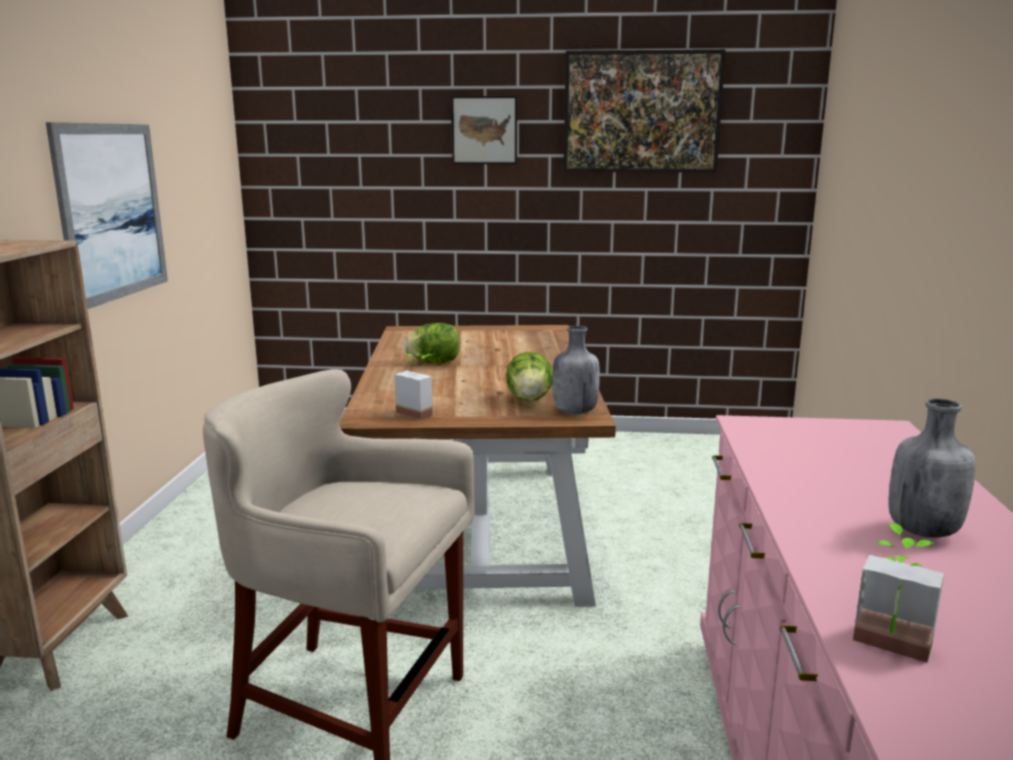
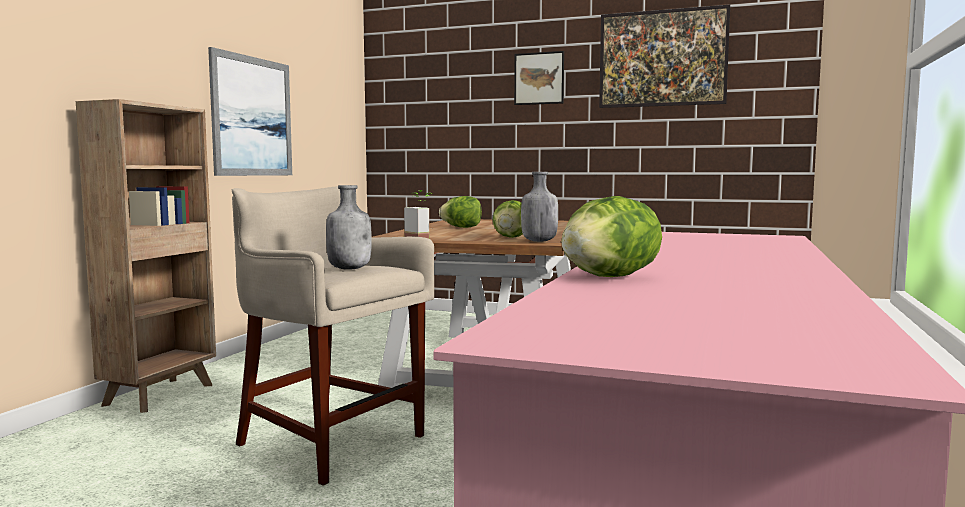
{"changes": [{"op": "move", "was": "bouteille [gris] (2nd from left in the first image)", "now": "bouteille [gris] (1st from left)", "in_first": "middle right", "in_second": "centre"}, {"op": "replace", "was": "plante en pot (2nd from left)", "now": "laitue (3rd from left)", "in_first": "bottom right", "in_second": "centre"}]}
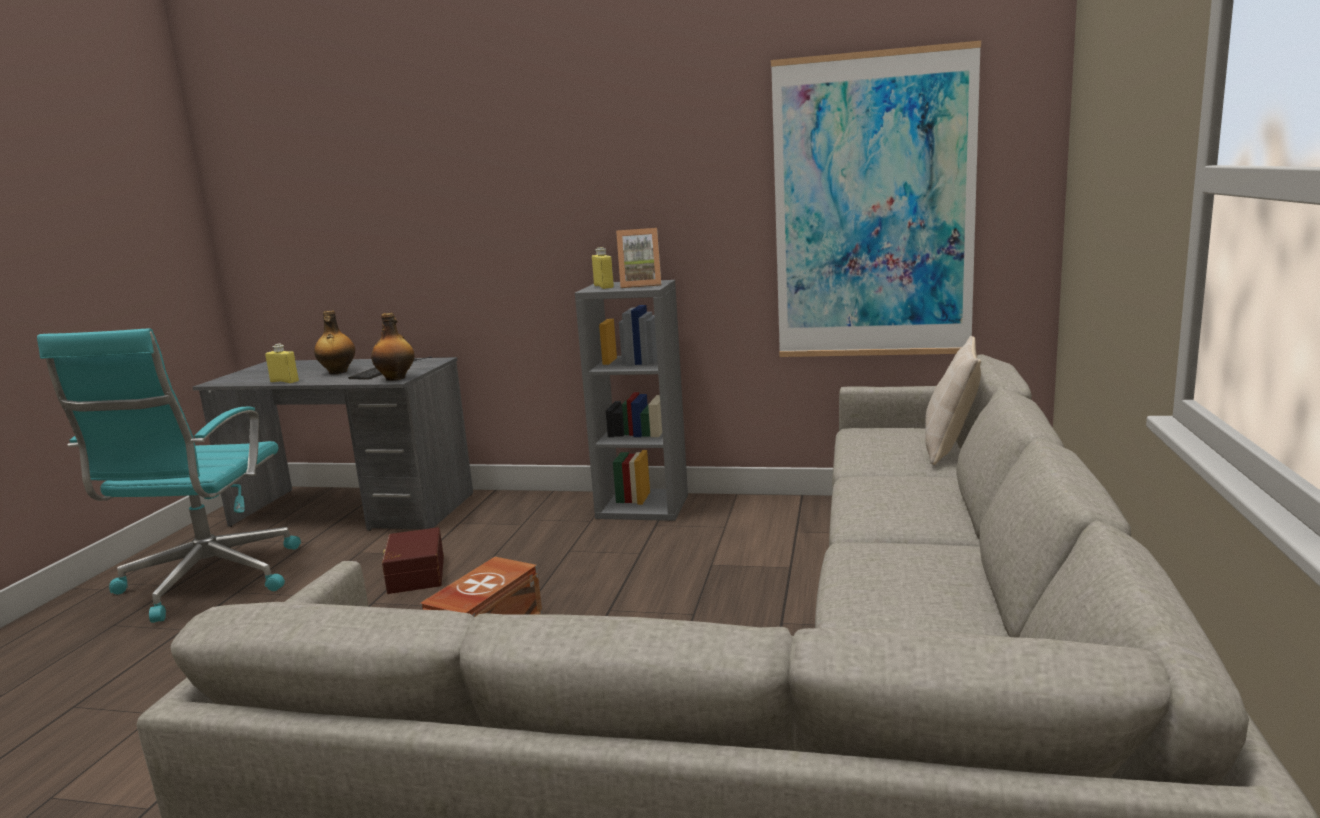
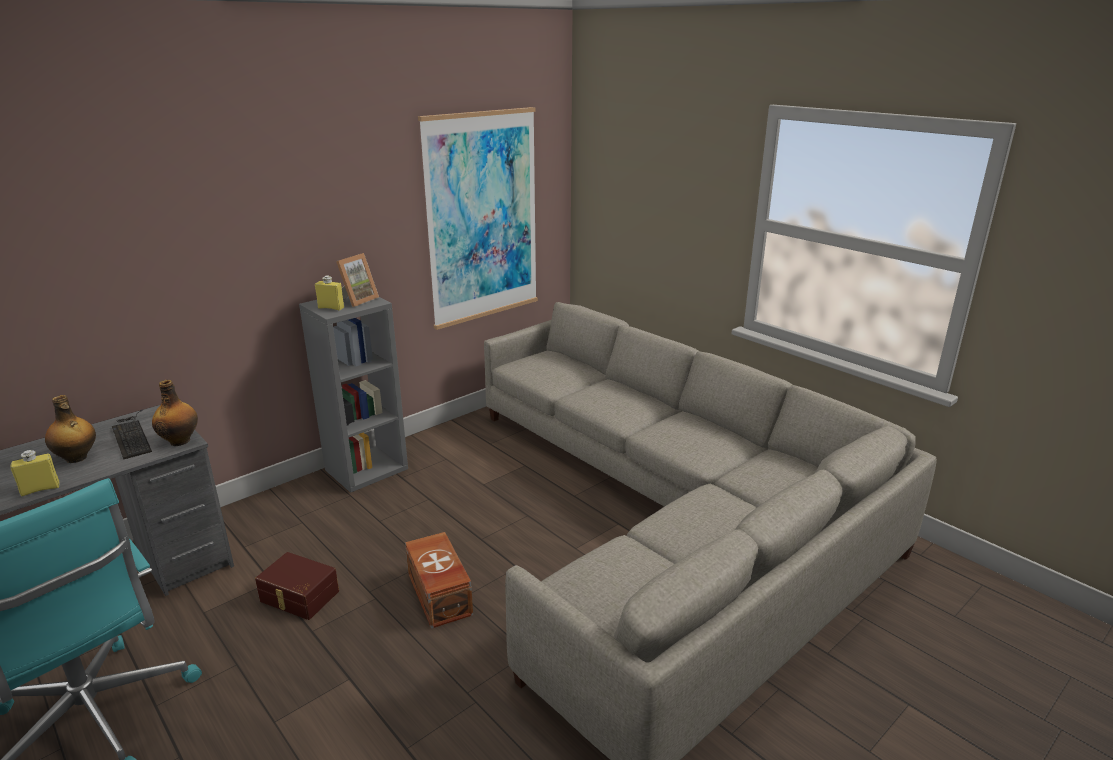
{"changes": [{"op": "delete", "was": "coussin [beige]", "in_first": "middle right"}]}
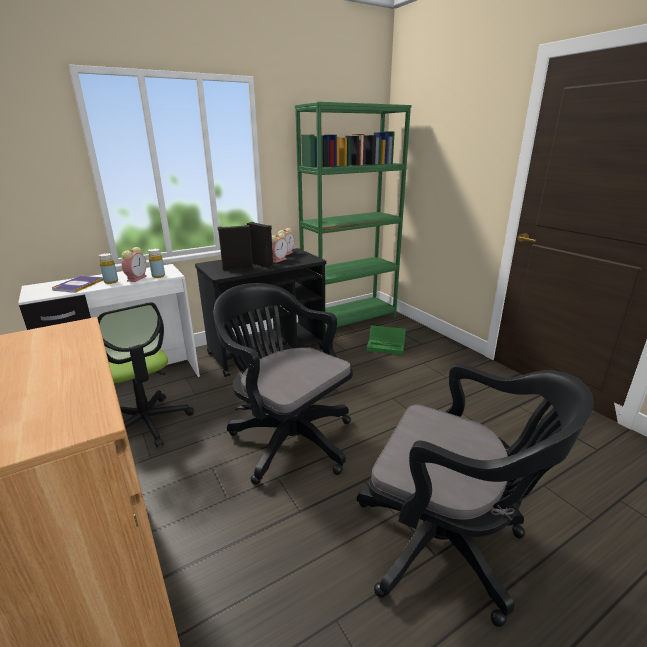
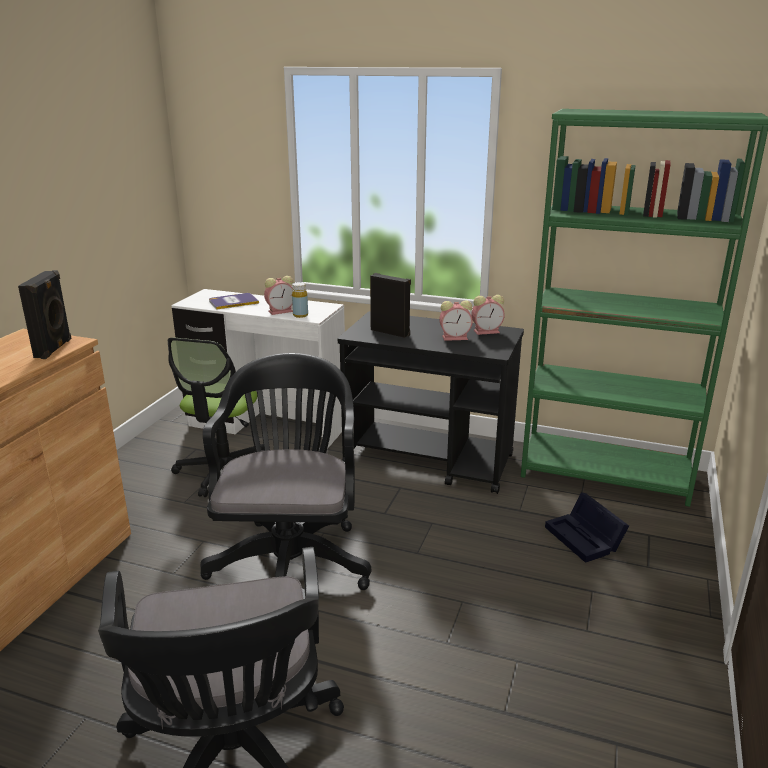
{"changes": [{"op": "move", "was": "enceinte [noir] (2nd from left in the first image)", "now": "enceinte [noir] (1st from left)", "in_first": "centre", "in_second": "middle left"}, {"op": "delete", "was": "bouteille [jaune] (1st from left)", "in_first": "middle left"}, {"op": "recolor", "was": "boîte de rangement [vert]", "now": "boîte de rangement [noir]", "in_first": "centre", "in_second": "bottom right"}]}
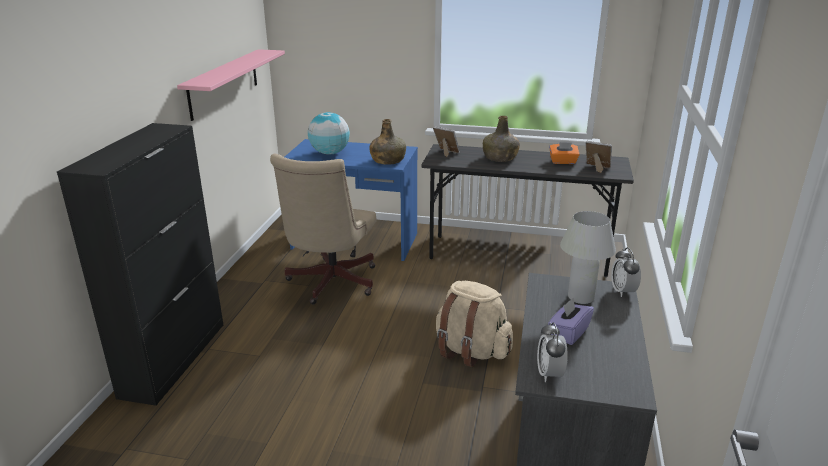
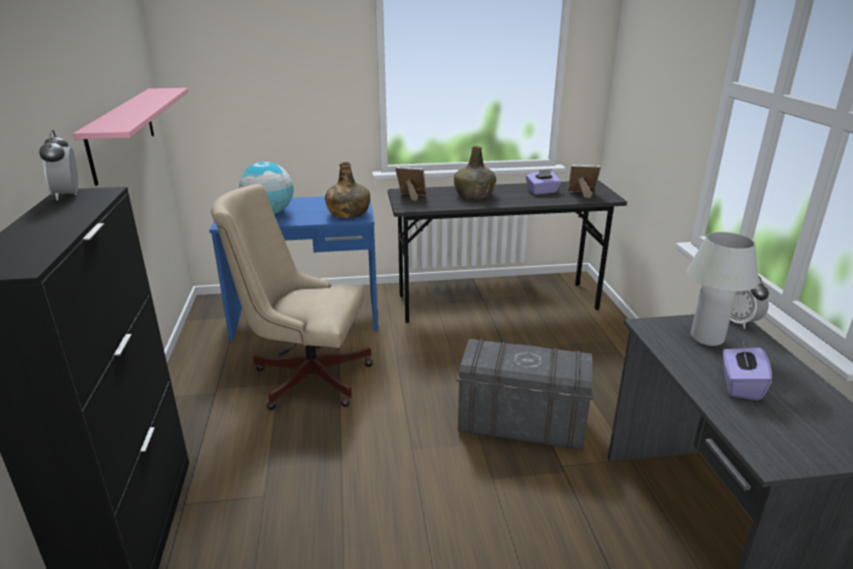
{"changes": [{"op": "recolor", "was": "boîte à mouchoirs [orange]", "now": "boîte à mouchoirs [violet] (1st from left)", "in_first": "top right", "in_second": "top centre"}, {"op": "rotate", "was": "chaise de bureau [beige]", "in_first": "centre", "in_second": "centre", "clockwise": 105}, {"op": "replace", "was": "sac à dos [beige]", "now": "boîte de rangement [gris]", "in_first": "bottom centre", "in_second": "bottom centre"}, {"op": "move", "was": "réveil (1st from left)", "in_first": "bottom right", "in_second": "top left"}]}
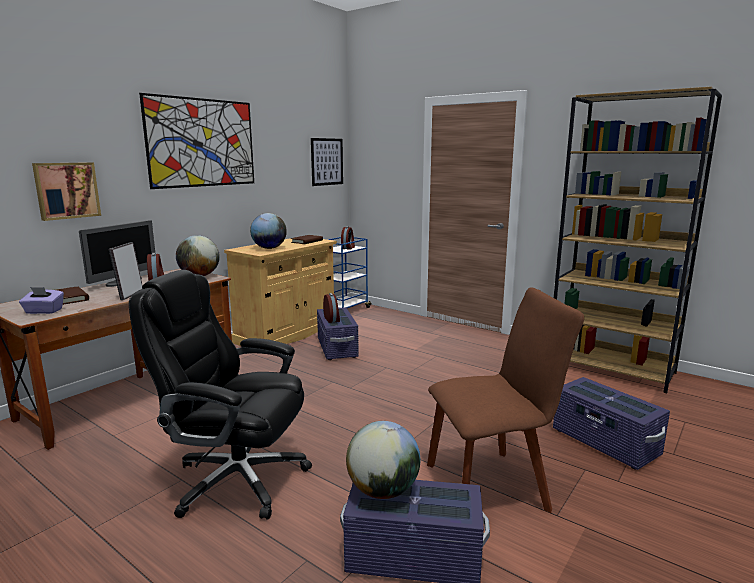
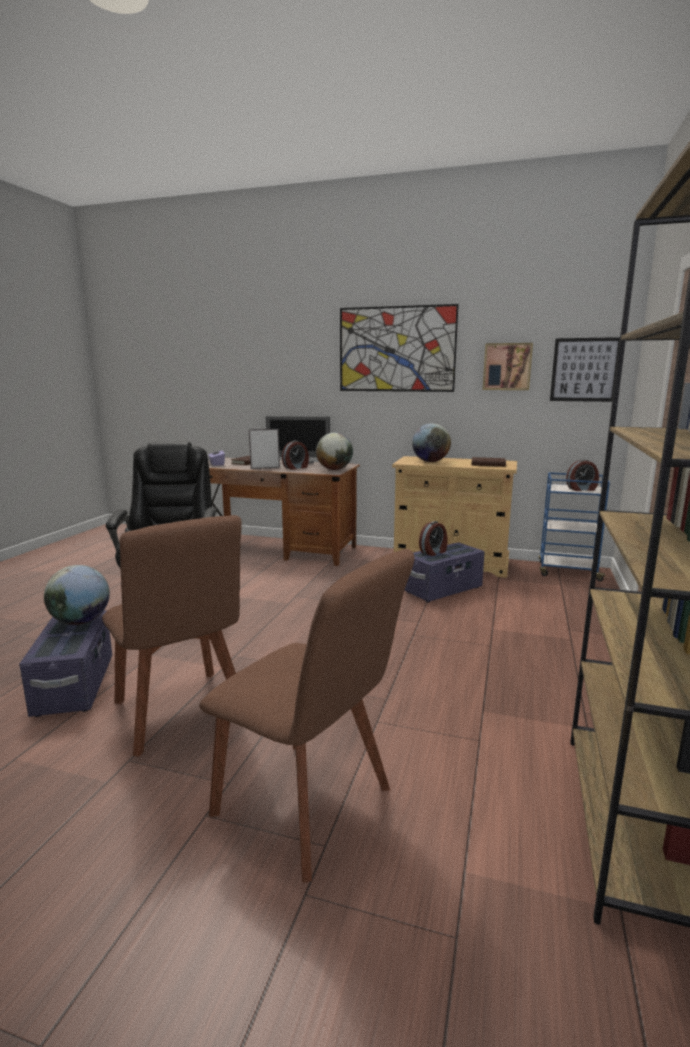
{"changes": [{"op": "move", "was": "tableau (1st from left in the first image)", "now": "tableau (2nd from left)", "in_first": "top left", "in_second": "middle right"}, {"op": "replace", "was": "boîte de rangement [violet] (3rd from left)", "now": "chaise [marron] (2nd from left)", "in_first": "bottom right", "in_second": "bottom centre"}]}
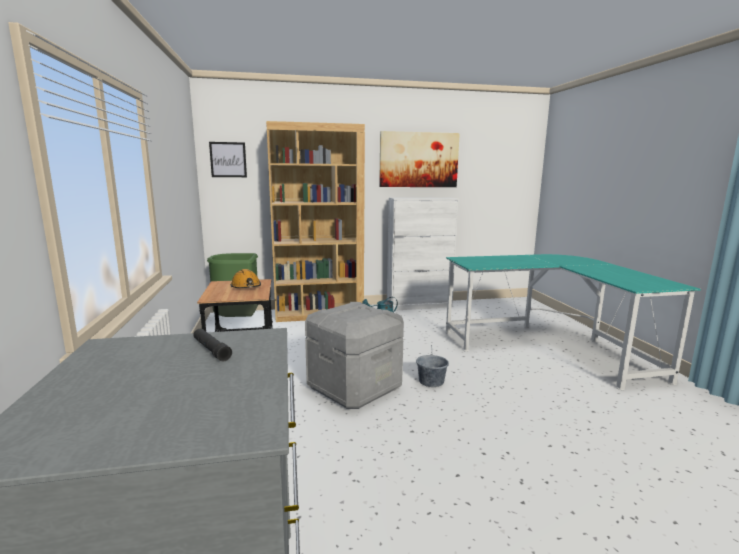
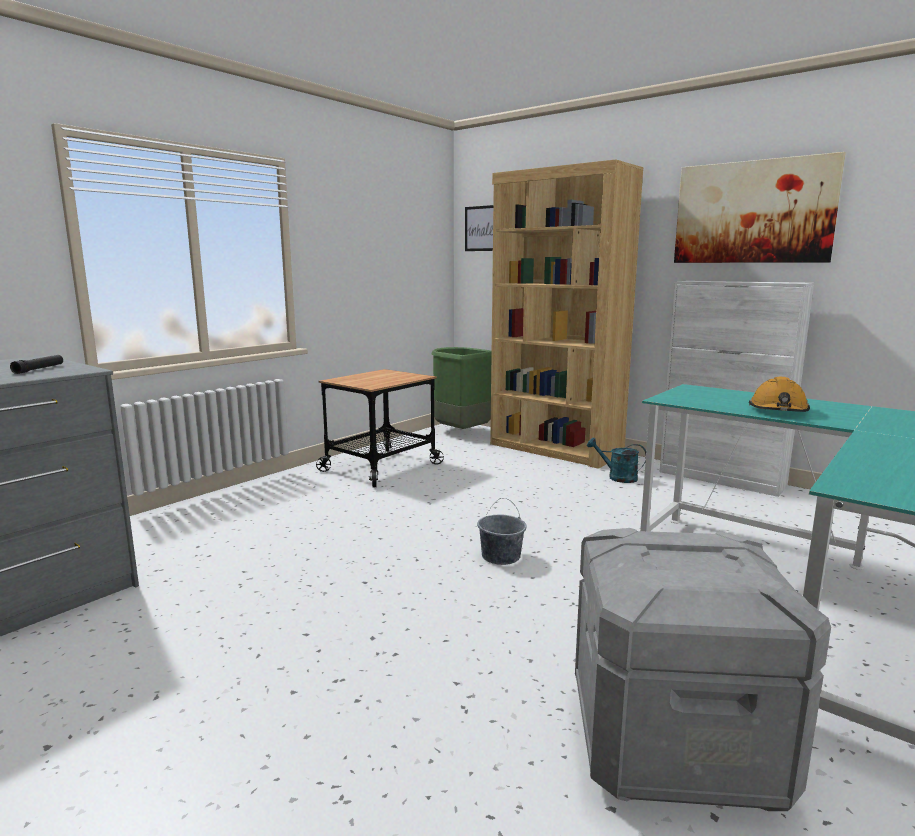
{"changes": [{"op": "move", "was": "casque de chantier [orange]", "in_first": "middle left", "in_second": "middle right"}, {"op": "move", "was": "boîte de rangement [gris]", "in_first": "centre", "in_second": "bottom right"}]}
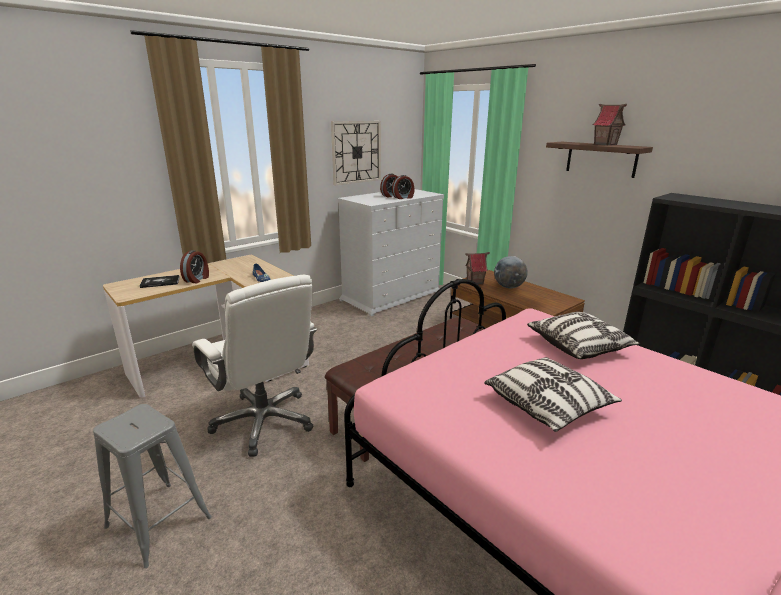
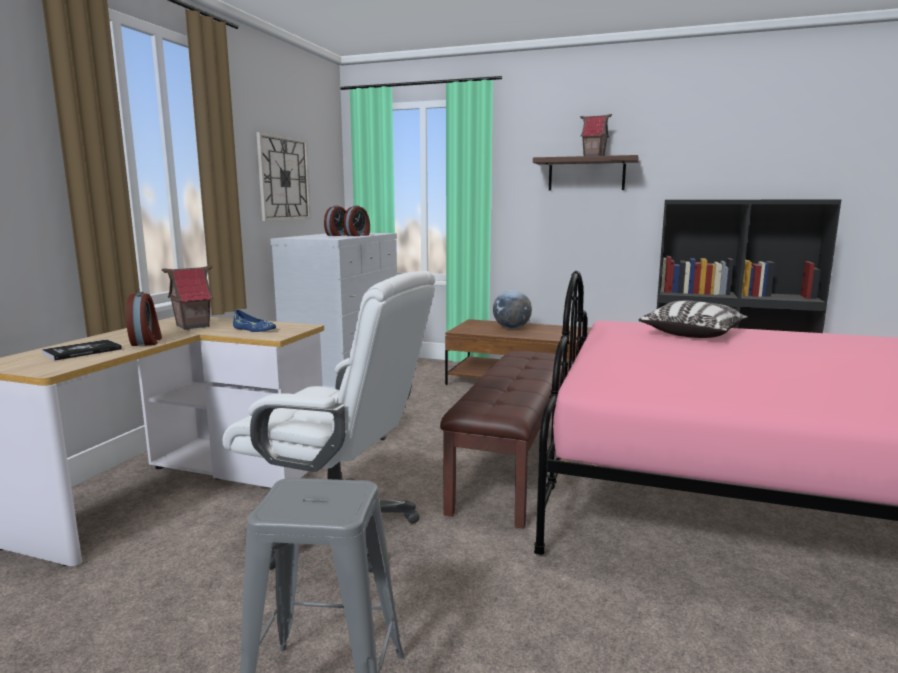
{"changes": [{"op": "move", "was": "maison miniature (1st from left)", "in_first": "centre", "in_second": "middle left"}, {"op": "delete", "was": "coussin (1st from left)", "in_first": "middle right"}]}
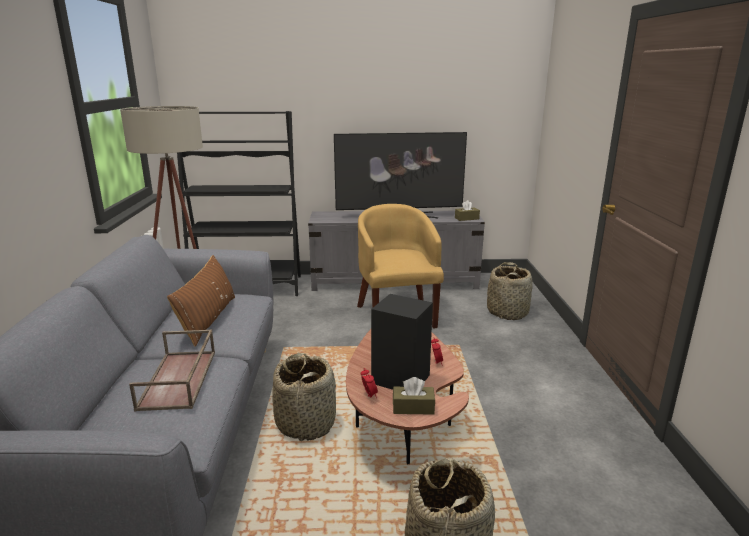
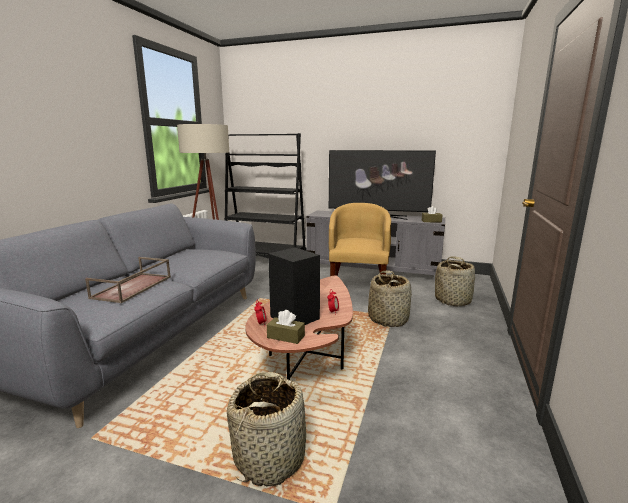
{"changes": [{"op": "delete", "was": "coussin [marron]", "in_first": "middle left"}, {"op": "move", "was": "panier (1st from left in the first image)", "now": "panier (2nd from left)", "in_first": "bottom centre", "in_second": "centre"}]}
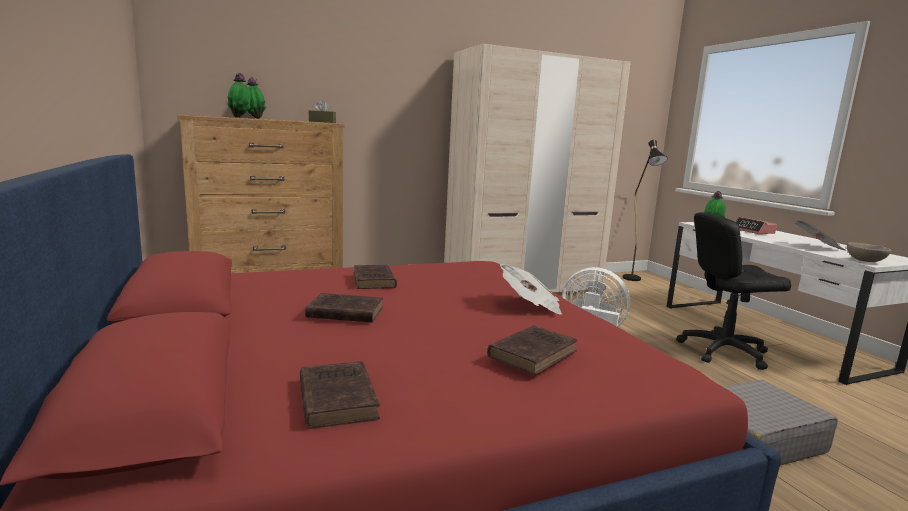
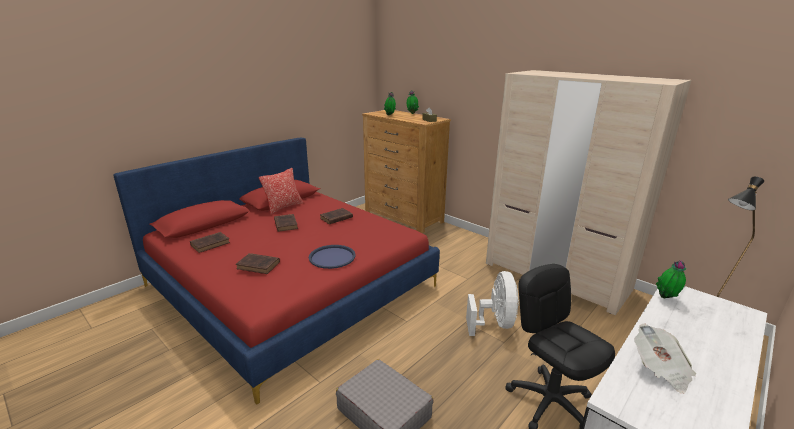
{"changes": [{"op": "delete", "was": "réveil", "in_first": "middle right"}, {"op": "delete", "was": "bol [beige]", "in_first": "middle right"}, {"op": "replace", "was": "journal (1st from left)", "now": "plateau [bleu]", "in_first": "centre", "in_second": "centre"}, {"op": "insert", "now": "coussin", "in_second": "centre"}]}
